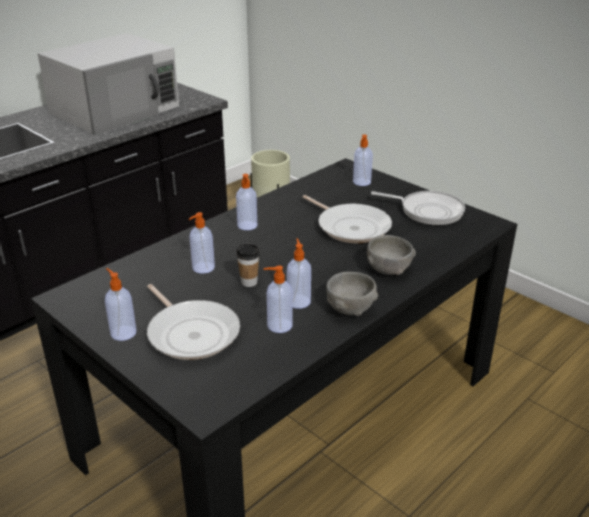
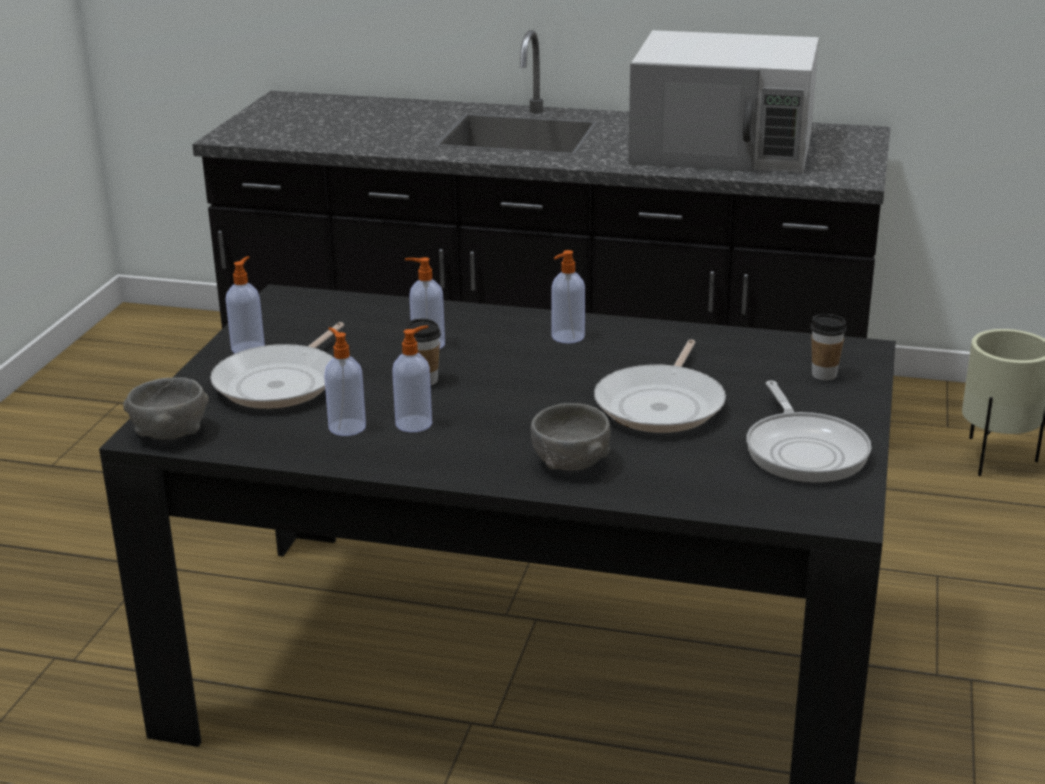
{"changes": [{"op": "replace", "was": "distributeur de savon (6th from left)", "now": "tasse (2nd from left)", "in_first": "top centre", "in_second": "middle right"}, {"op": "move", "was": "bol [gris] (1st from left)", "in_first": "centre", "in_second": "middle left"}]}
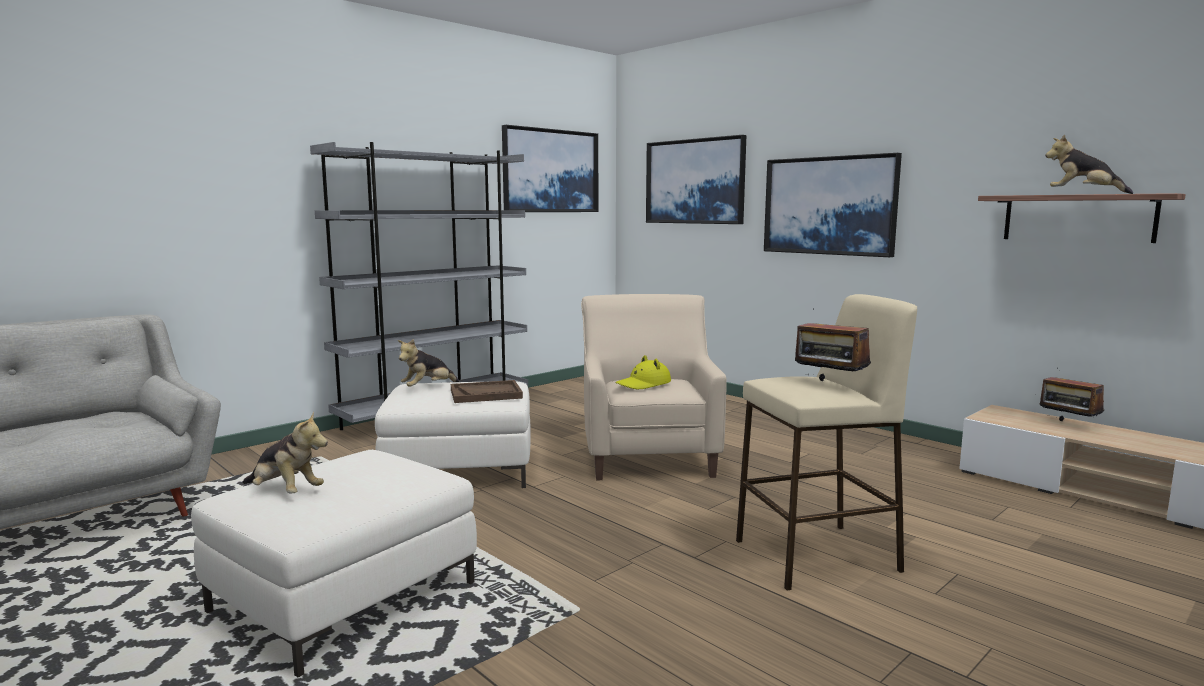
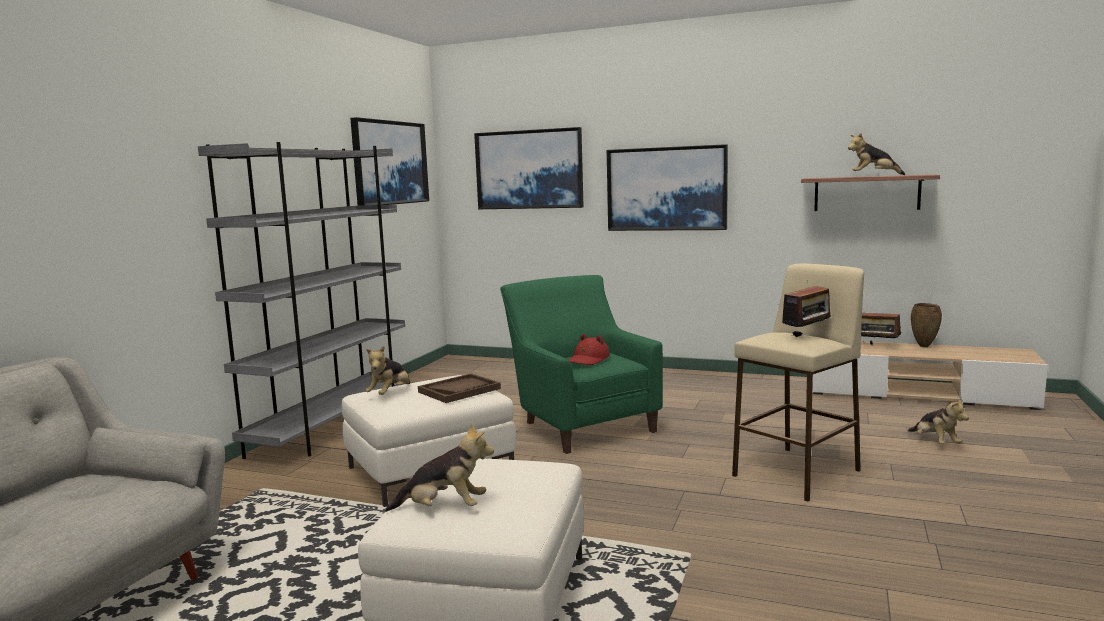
{"changes": [{"op": "recolor", "was": "fauteuil [beige]", "now": "fauteuil [vert]", "in_first": "centre", "in_second": "centre"}, {"op": "rotate", "was": "radio (1st from left)", "in_first": "middle right", "in_second": "middle right", "clockwise": -60}, {"op": "recolor", "was": "chapeau [jaune]", "now": "chapeau [rouge]", "in_first": "centre", "in_second": "centre"}, {"op": "insert", "now": "vase [marron]", "in_second": "middle right"}, {"op": "insert", "now": "peluche (4th from left)", "in_second": "bottom right"}]}
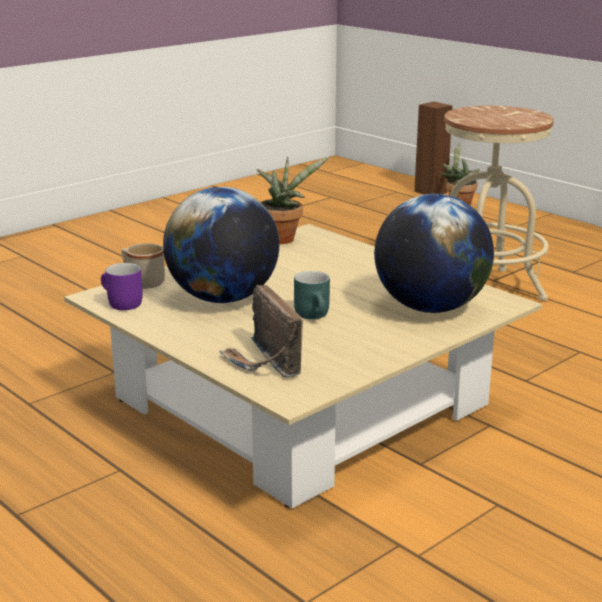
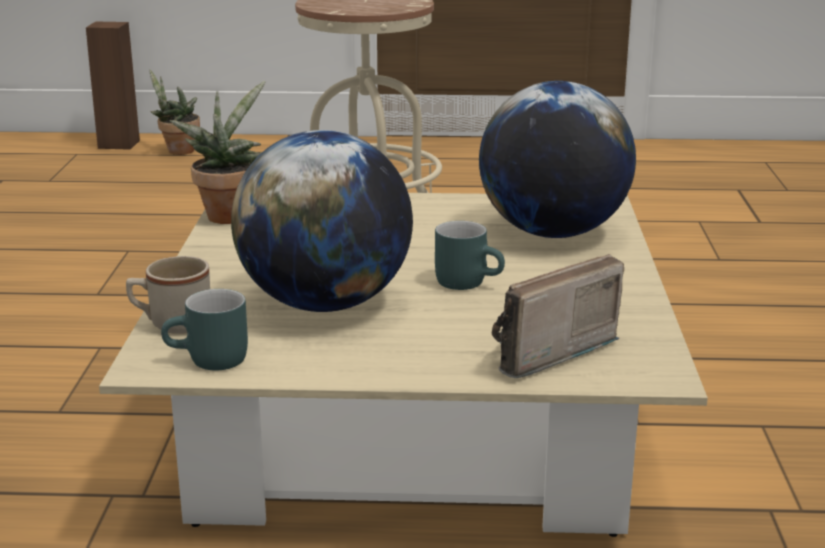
{"changes": [{"op": "recolor", "was": "mug [violet]", "now": "mug [turquoise] (1st from left)", "in_first": "middle left", "in_second": "middle left"}, {"op": "rotate", "was": "radio", "in_first": "centre", "in_second": "middle right", "clockwise": 120}]}
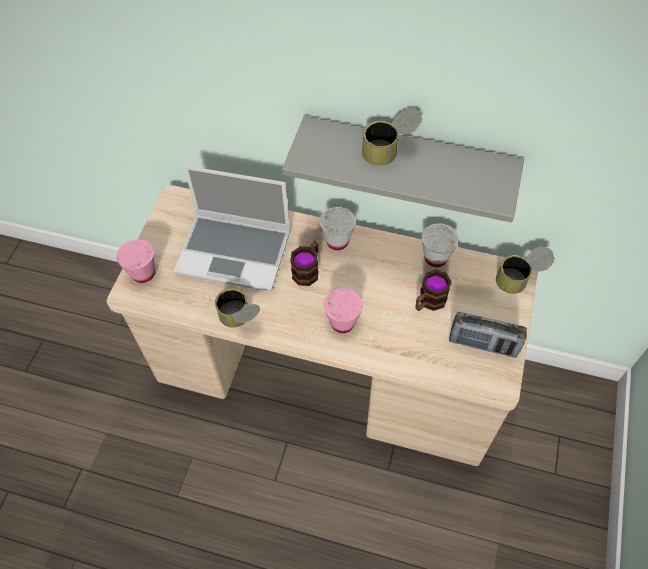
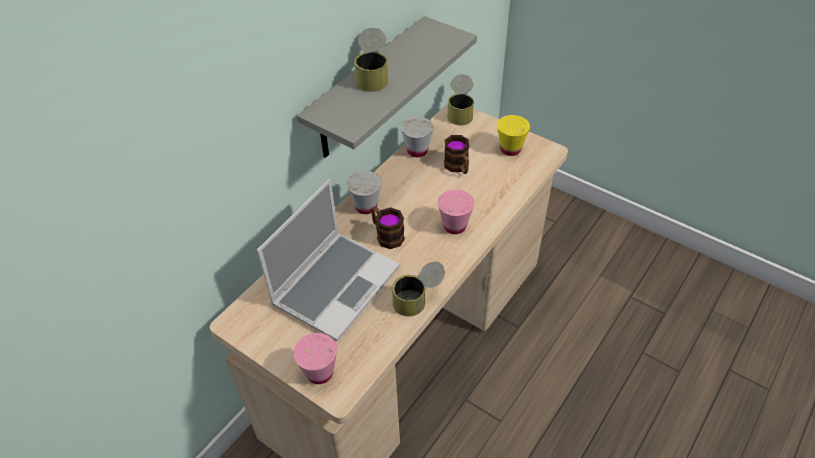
{"changes": [{"op": "replace", "was": "radio", "now": "tasse [jaune]", "in_first": "middle right", "in_second": "top centre"}]}
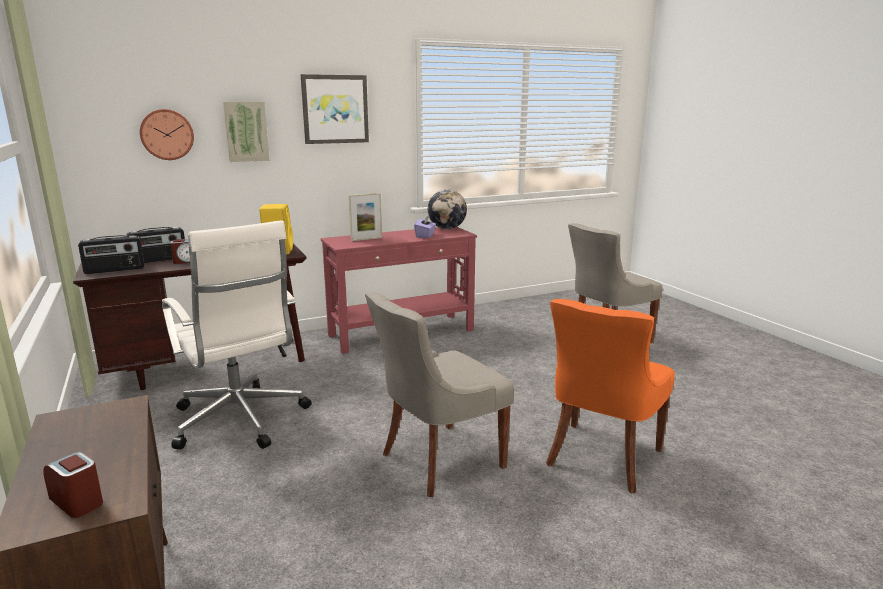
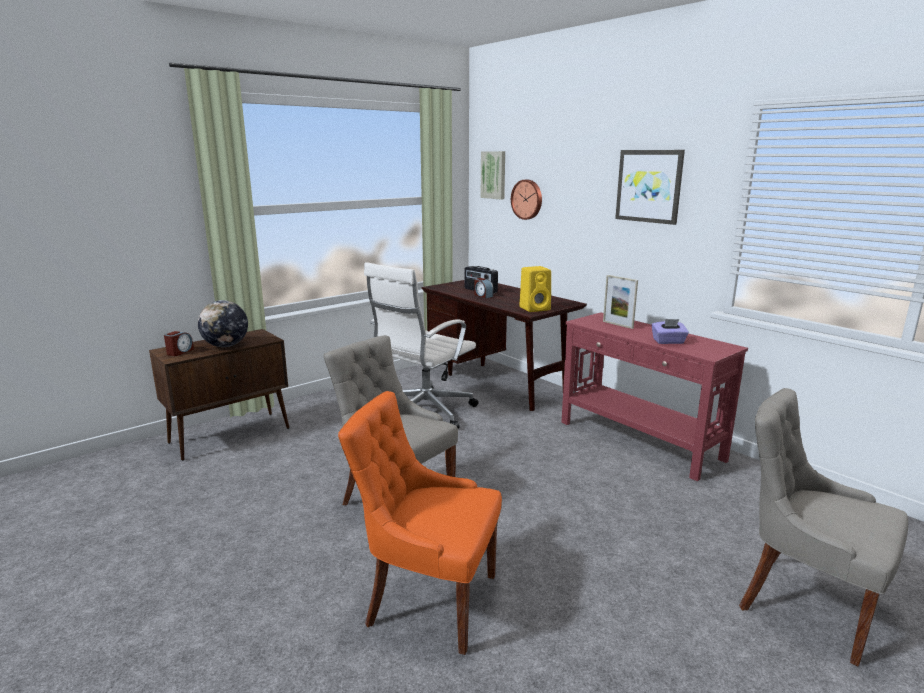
{"changes": [{"op": "move", "was": "tableau (1st from left)", "in_first": "top left", "in_second": "top centre"}, {"op": "move", "was": "globe", "in_first": "centre", "in_second": "middle left"}, {"op": "delete", "was": "radio (1st from left)", "in_first": "middle left"}]}
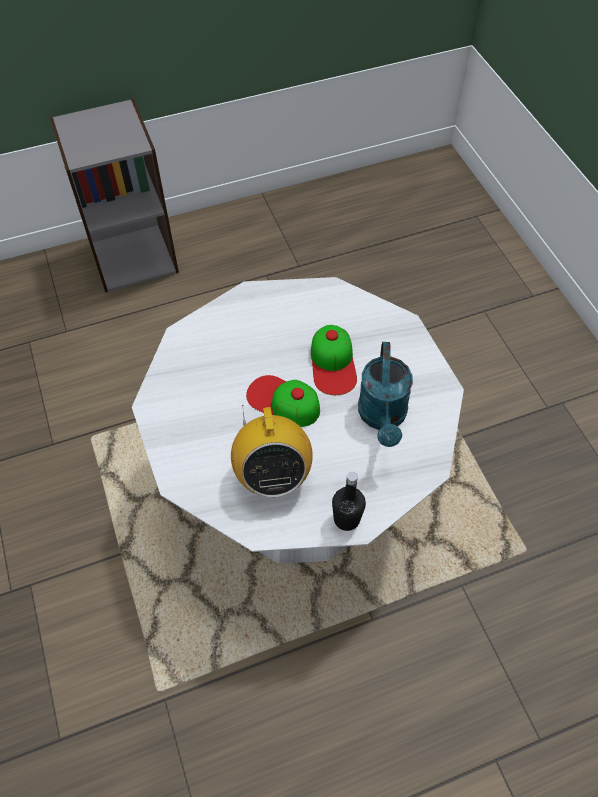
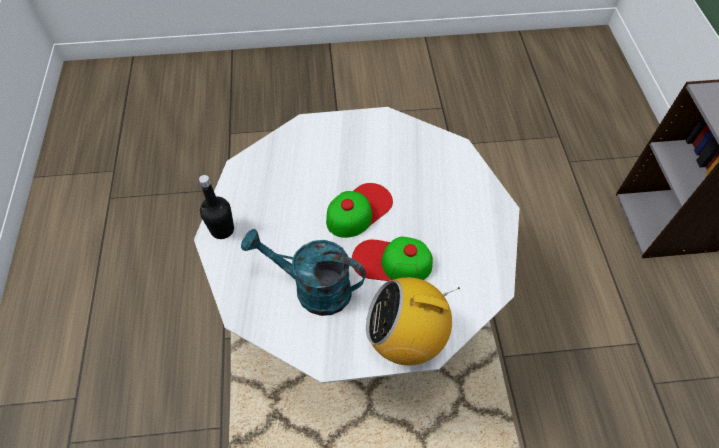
{"changes": [{"op": "move", "was": "radio", "in_first": "centre", "in_second": "bottom centre"}]}
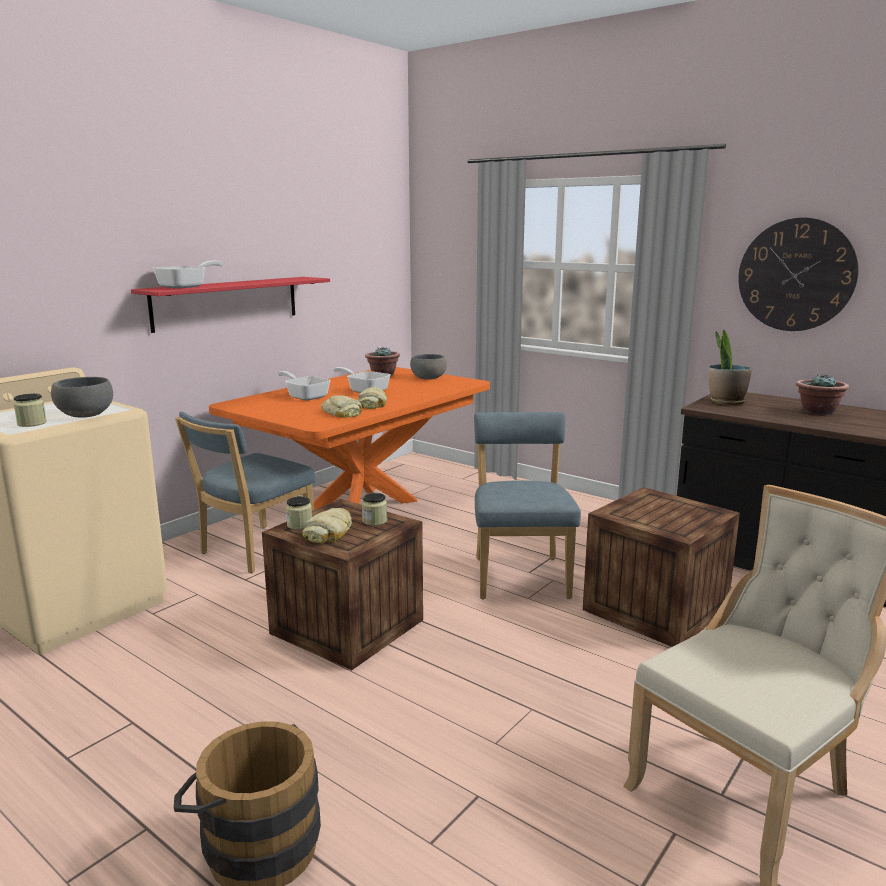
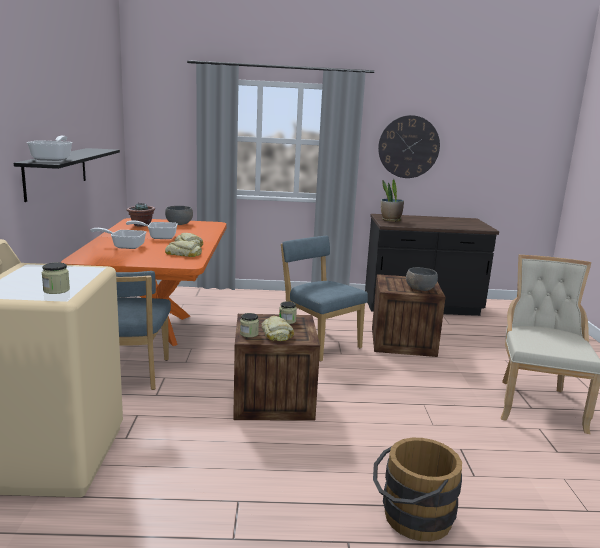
{"changes": [{"op": "recolor", "was": "étagère [rouge]", "now": "étagère [noir]", "in_first": "middle left", "in_second": "top left"}, {"op": "delete", "was": "plante en pot (3rd from left)", "in_first": "middle right"}, {"op": "move", "was": "bol [gris] (1st from left in the first image)", "now": "bol [gris] (2nd from left)", "in_first": "middle left", "in_second": "middle right"}]}
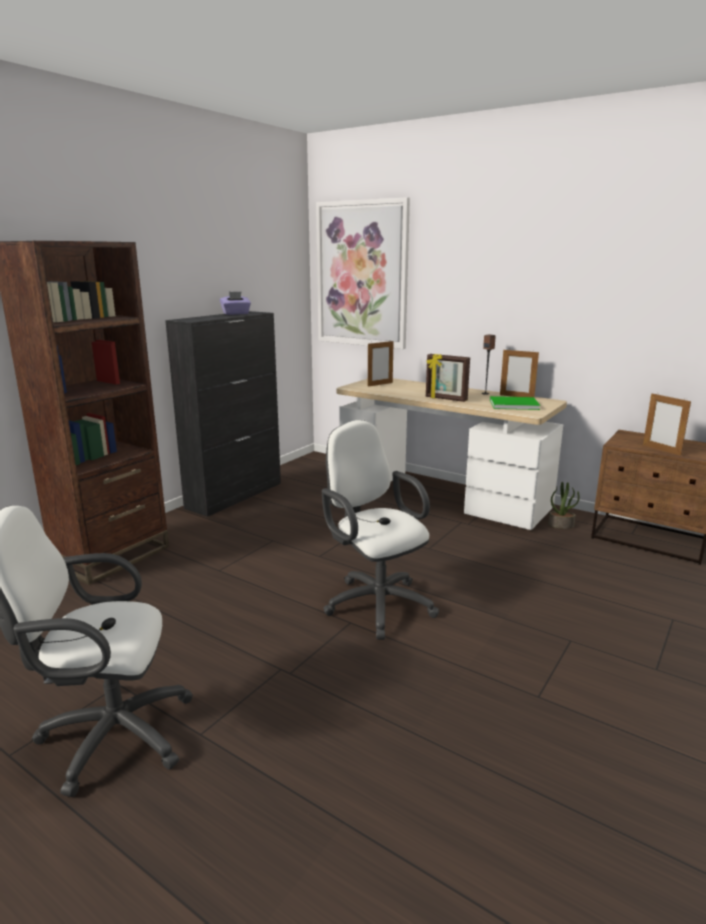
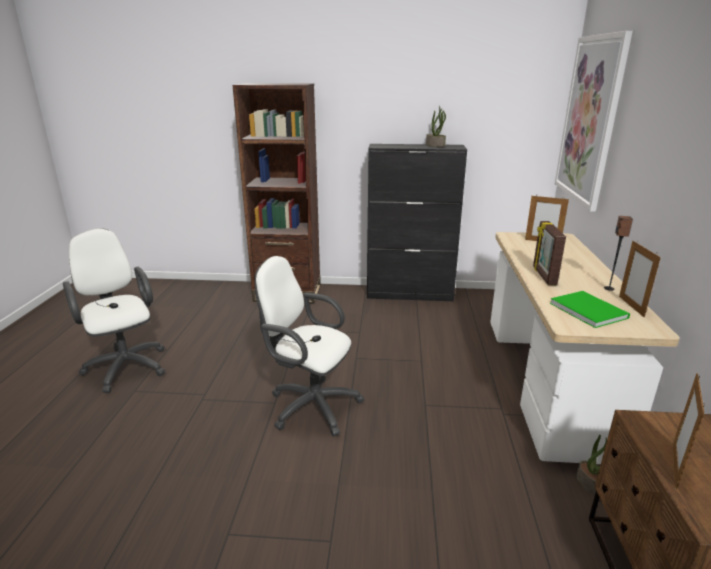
{"changes": [{"op": "replace", "was": "boîte à mouchoirs [violet]", "now": "plante en pot (1st from left)", "in_first": "top left", "in_second": "top centre"}, {"op": "rotate", "was": "chaise de bureau [blanc] (2nd from left)", "in_first": "centre", "in_second": "centre", "clockwise": -90}]}
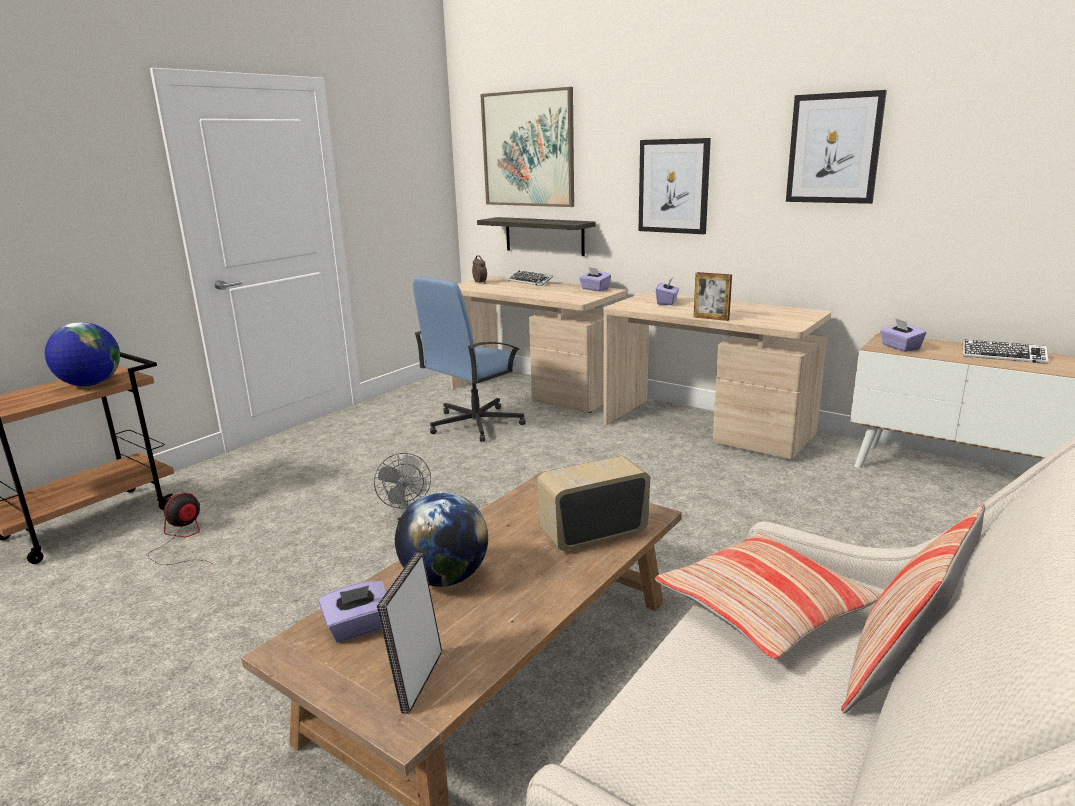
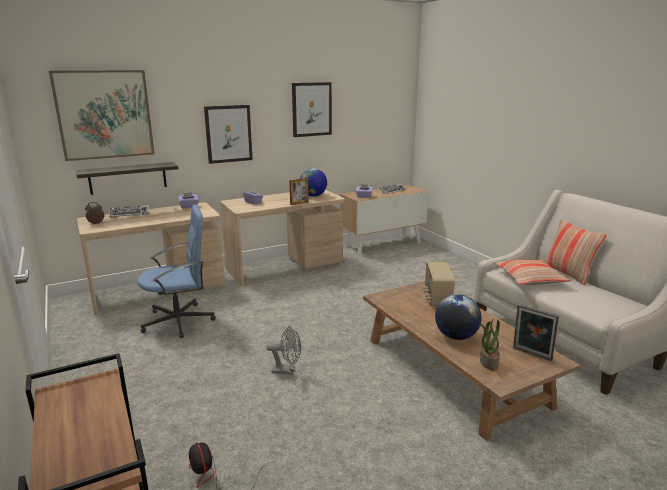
{"changes": [{"op": "rotate", "was": "chaise de bureau [bleu]", "in_first": "centre", "in_second": "middle left", "clockwise": -90}, {"op": "move", "was": "globe (1st from left)", "in_first": "middle left", "in_second": "centre"}, {"op": "replace", "was": "boîte à mouchoirs [violet] (1st from left)", "now": "plante en pot", "in_first": "bottom left", "in_second": "bottom right"}]}
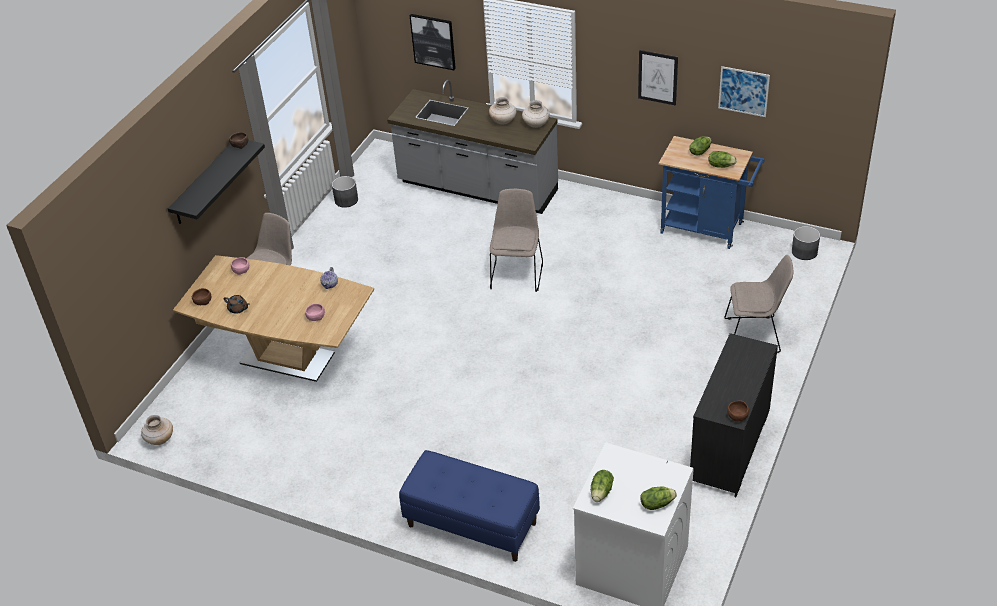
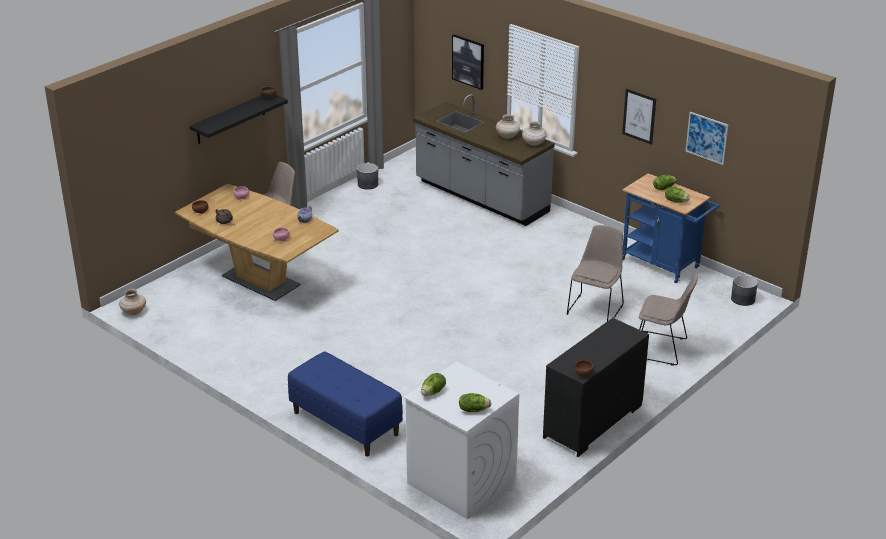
{"changes": [{"op": "move", "was": "chaise [beige] (2nd from left)", "in_first": "centre", "in_second": "middle right"}]}
